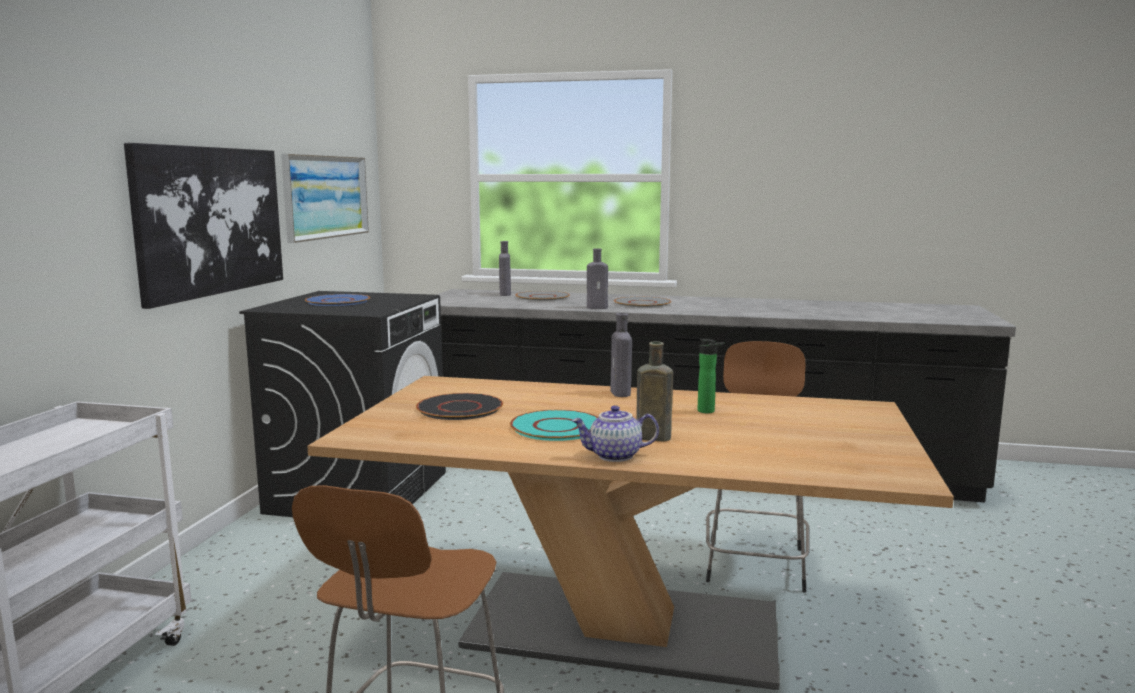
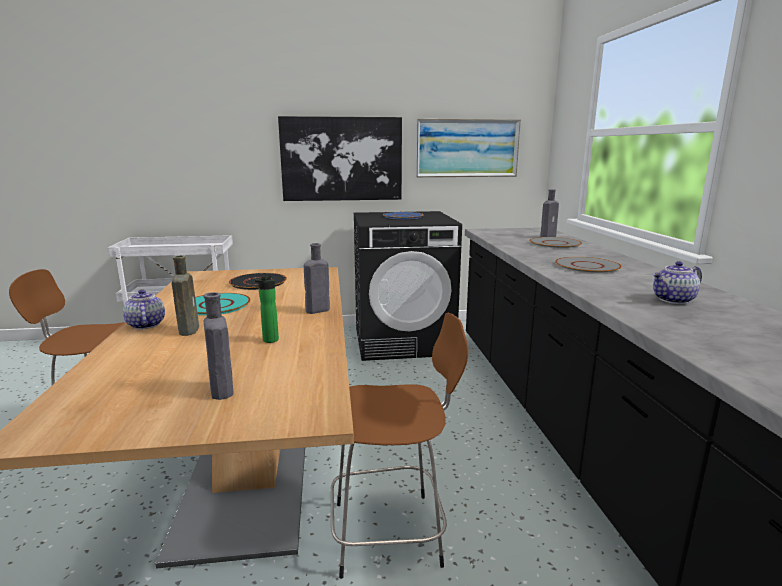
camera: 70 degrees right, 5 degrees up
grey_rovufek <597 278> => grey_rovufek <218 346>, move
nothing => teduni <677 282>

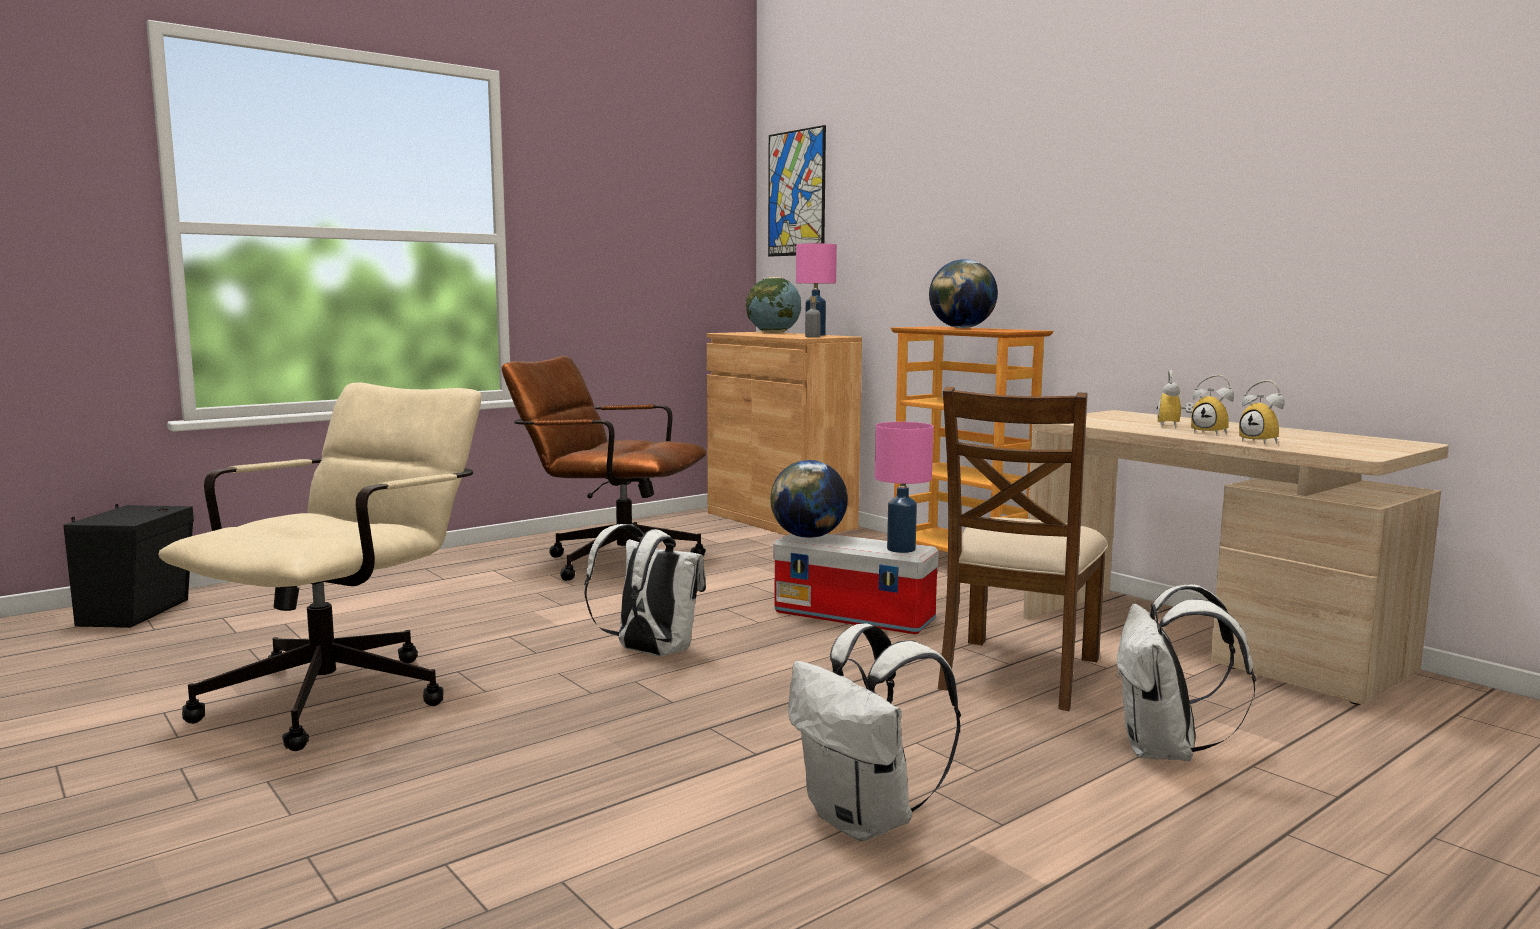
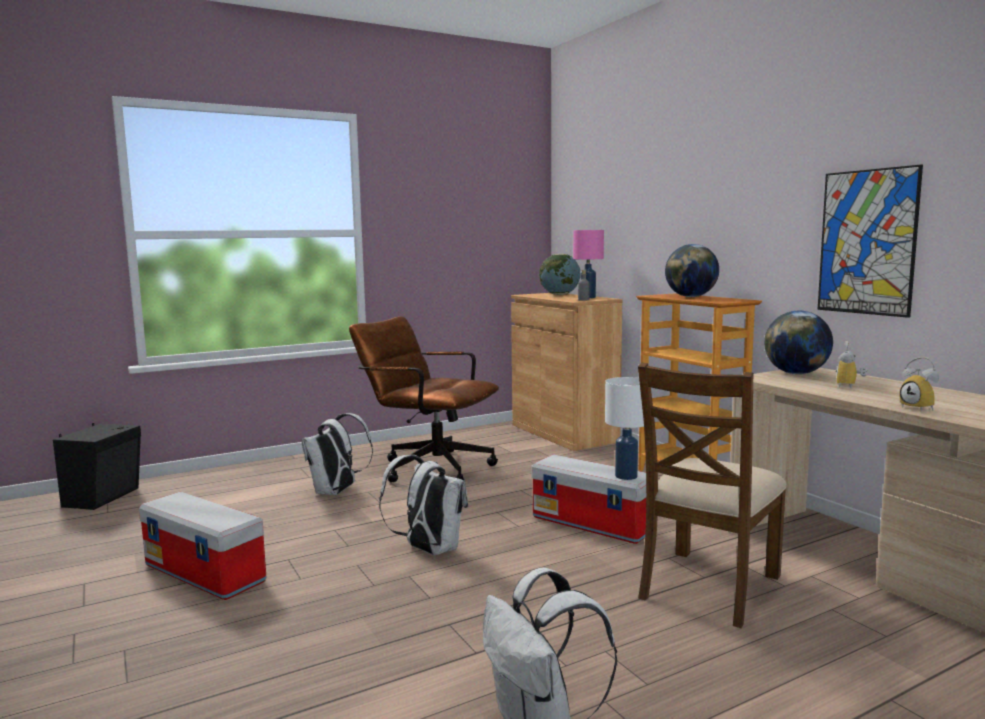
camera: 10 degrees right, 0 degrees up
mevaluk <797 191> => mevaluk <870 241>, move
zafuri <1212 405> => nothing
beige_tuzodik <319 567> => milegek <202 546>
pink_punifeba <904 487> => white_punifeba <624 428>
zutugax <809 499> => zutugax <798 342>, move
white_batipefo <1186 672> => white_batipefo <337 454>, move

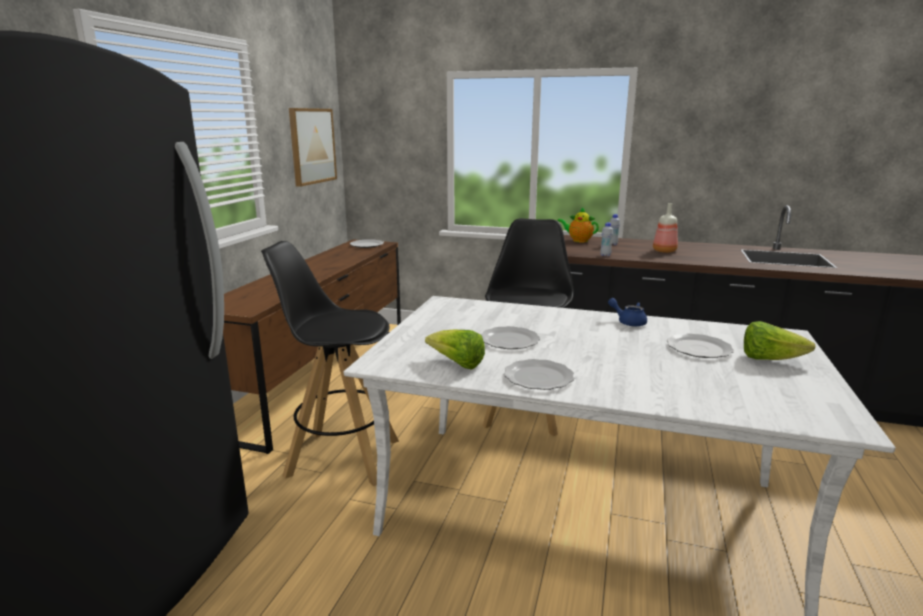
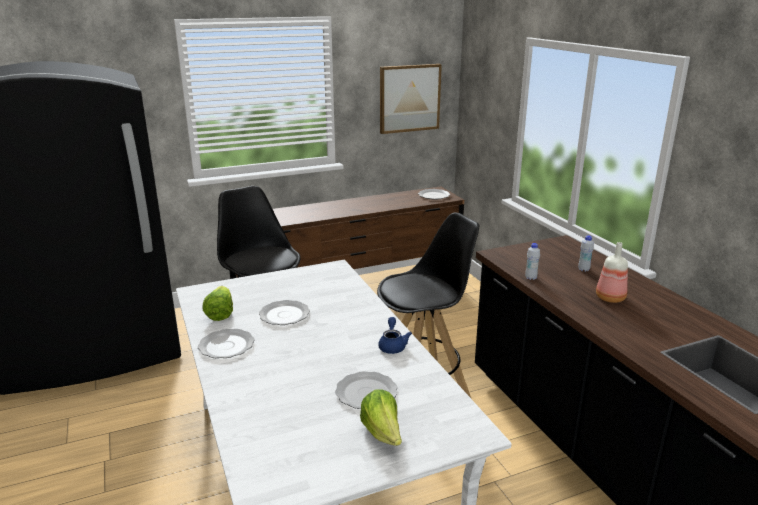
camera: 50 degrees right, 5 degrees up
teduni <578 224> => nothing

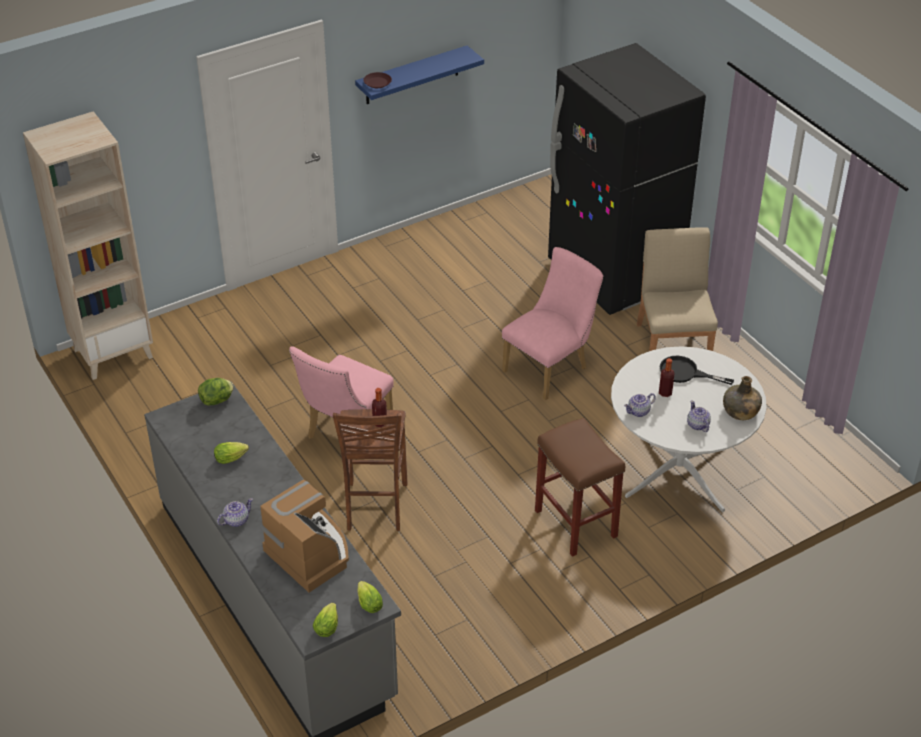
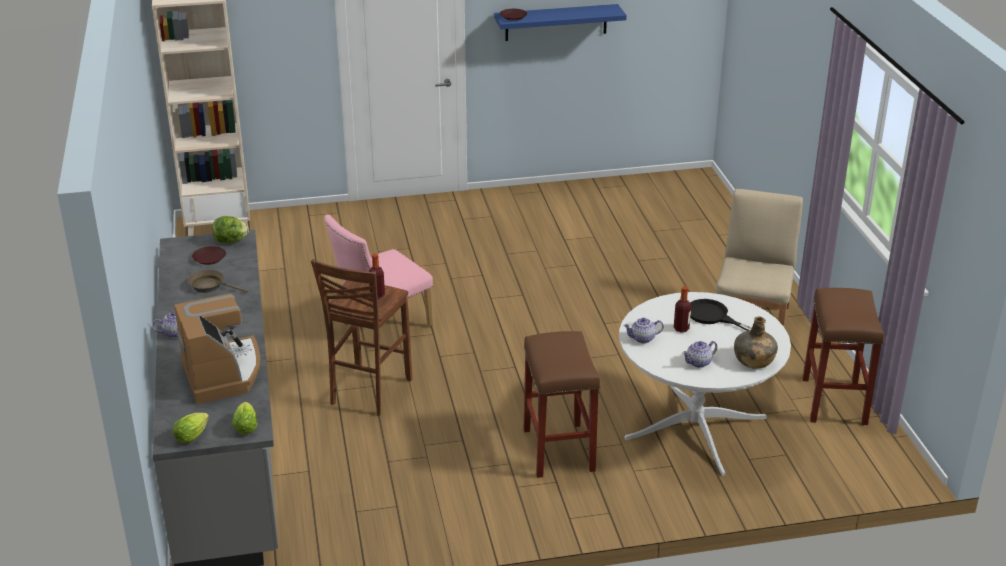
camera: 20 degrees right, 10 degrees down
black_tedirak <627 179> => nothing
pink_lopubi <553 323> => nothing
teduni <699 416> => teduni <700 354>, 120 degrees counterclockwise
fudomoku <231 453> => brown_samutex <218 281>
nothing => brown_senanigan <209 255>
nothing => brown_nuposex <843 356>

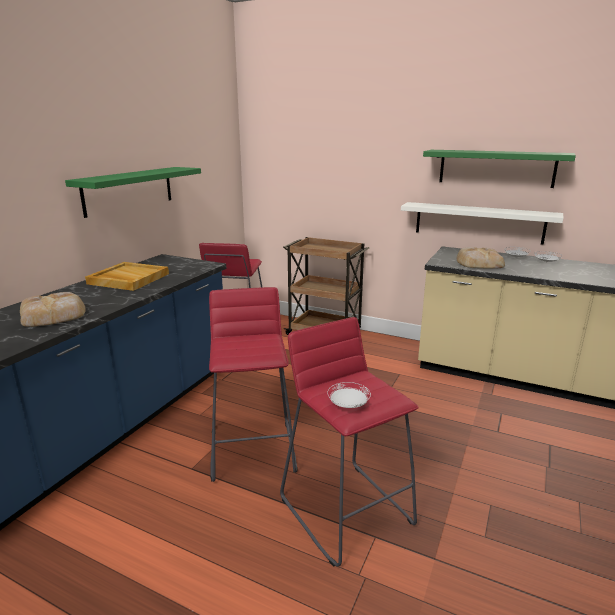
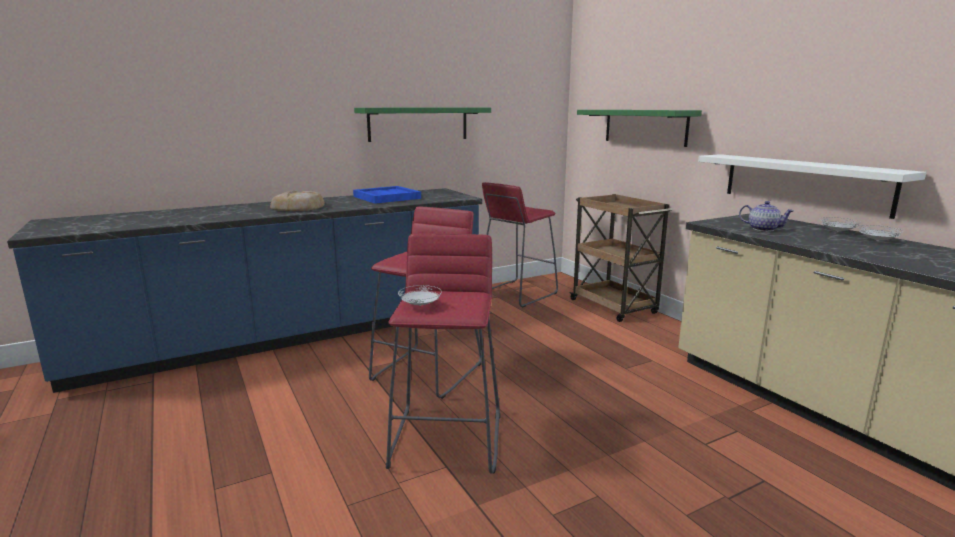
camera: 35 degrees right, 5 degrees down
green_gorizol <499 169> => green_gorizol <639 128>, move
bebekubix <481 258> => teduni <766 216>
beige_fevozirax <127 276> => blue_fevozirax <387 195>

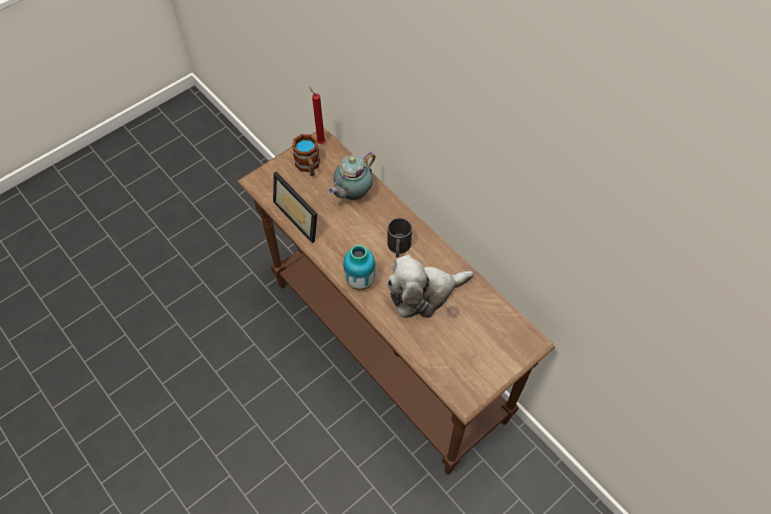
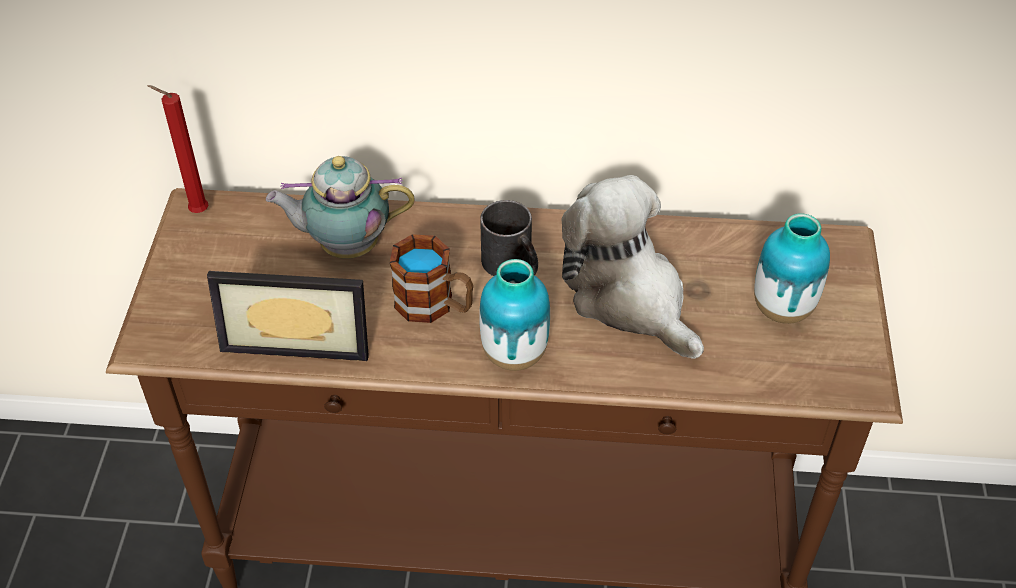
camera: 45 degrees left, 10 degrees down
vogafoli <306 155> => vogafoli <431 278>, move
teduni <351 175> => teduni <340 207>, 90 degrees clockwise
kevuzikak <430 286> => kevuzikak <632 267>, 120 degrees clockwise
nothing => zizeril <792 268>

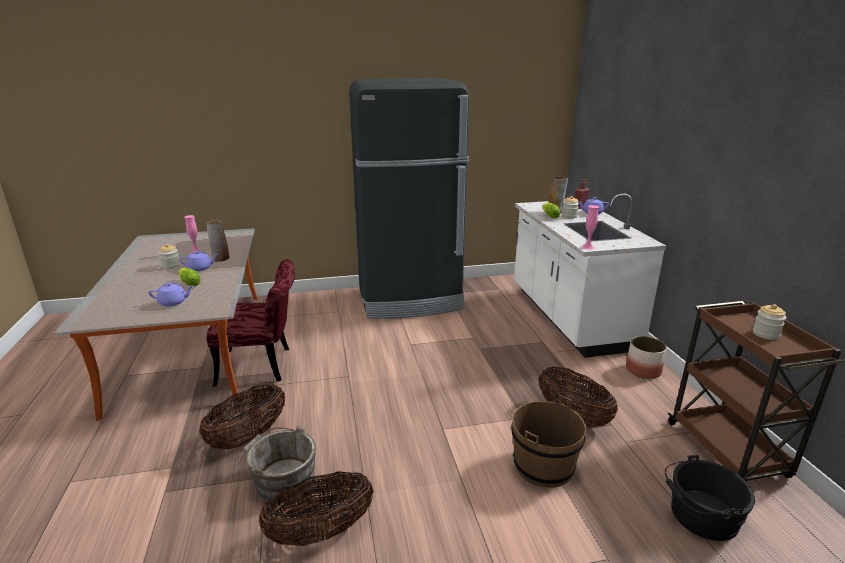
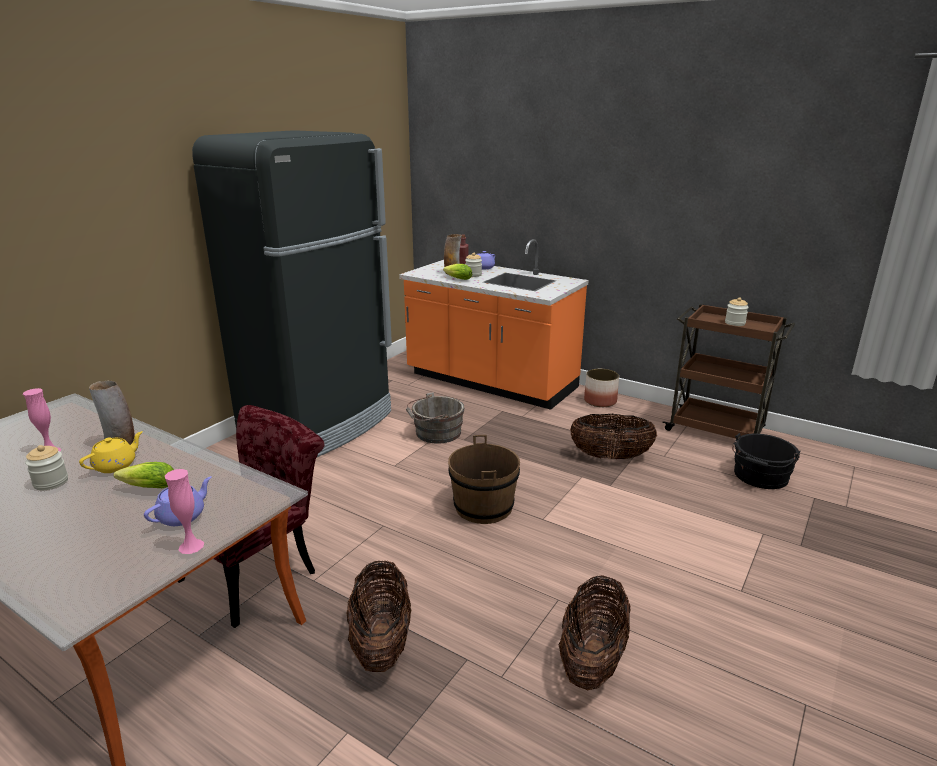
camera: 45 degrees left, 0 degrees up
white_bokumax <590 275> => orange_bokumax <494 324>
pink_zizeril <590 227> => pink_zizeril <184 511>, move
purple_teduni <198 261> => yellow_teduni <111 452>
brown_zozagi <549 441> => brown_zozagi <484 479>, move
grey_zozagi <277 463> => grey_zozagi <435 417>, move

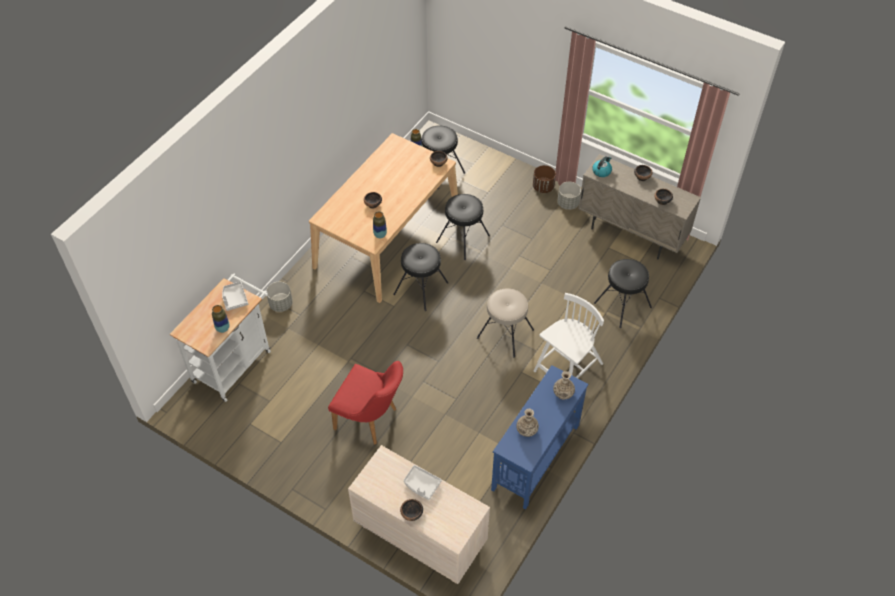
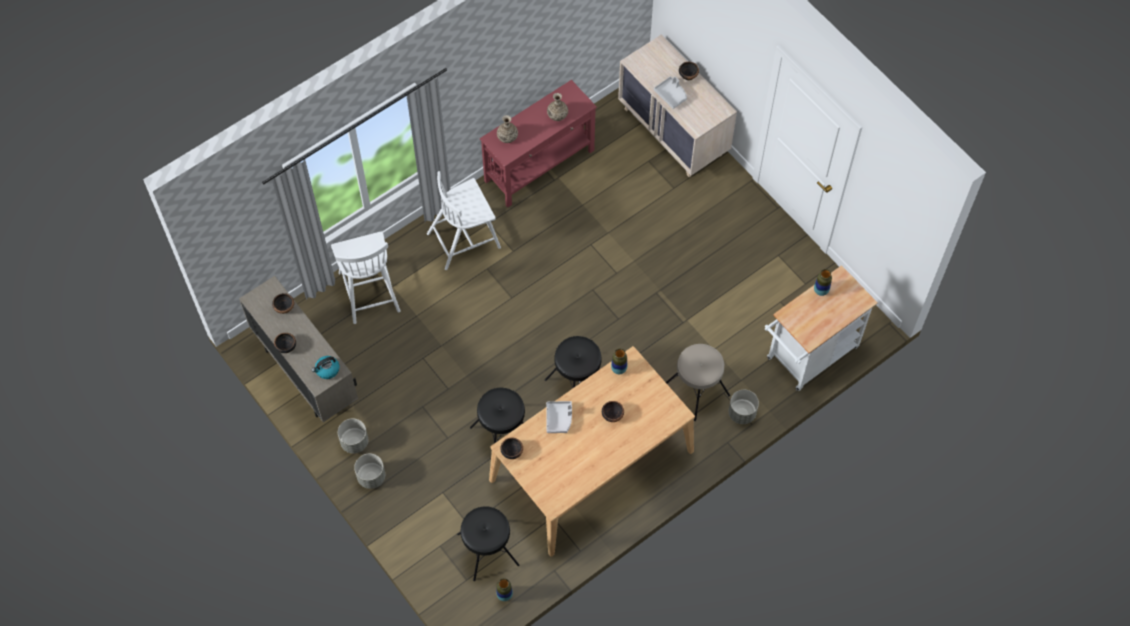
camera: 160 degrees left, 10 degrees up
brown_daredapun <544 179> => grey_daredapun <369 471>
black_nuposex <623 293> => white_lopubi <366 277>
grey_fevozirax <235 296> => grey_fevozirax <559 417>, move
beige_nuposex <505 323> => beige_nuposex <698 382>, move
red_lopubi <365 403> => nothing
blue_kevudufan <539 437> => red_kevudufan <538 144>

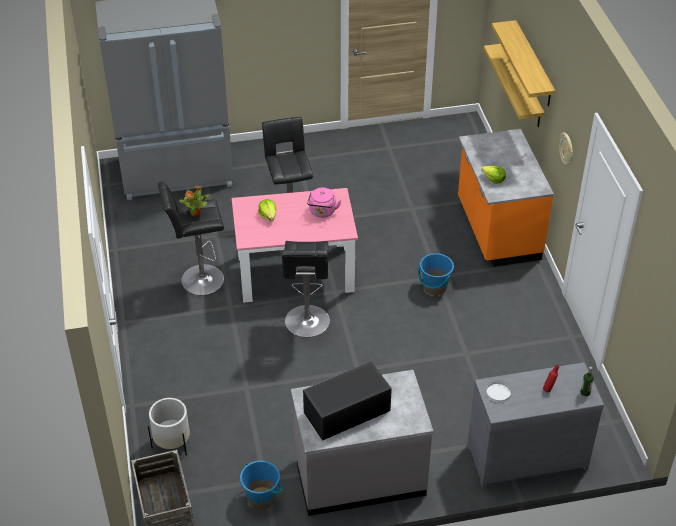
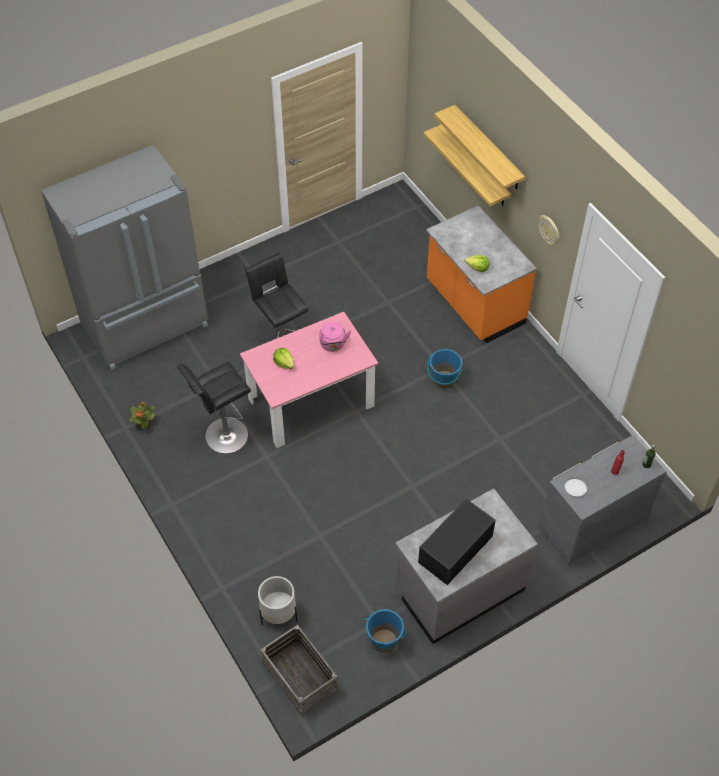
camera: 20 degrees left, 10 degrees up
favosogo <194 201> => favosogo <142 415>, move
black_nuposex <306 289> => nothing

